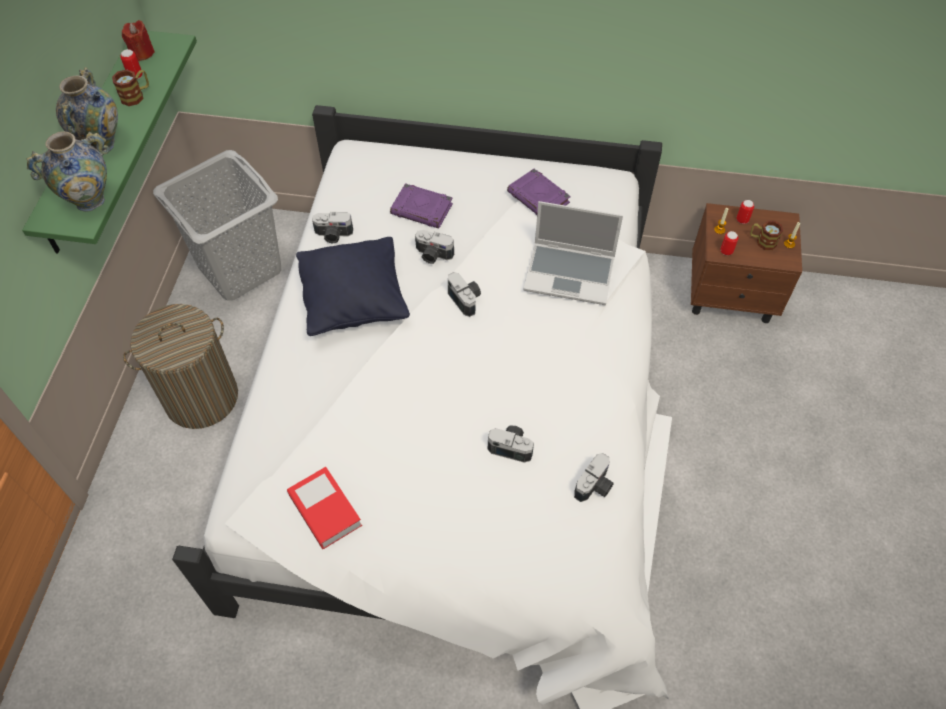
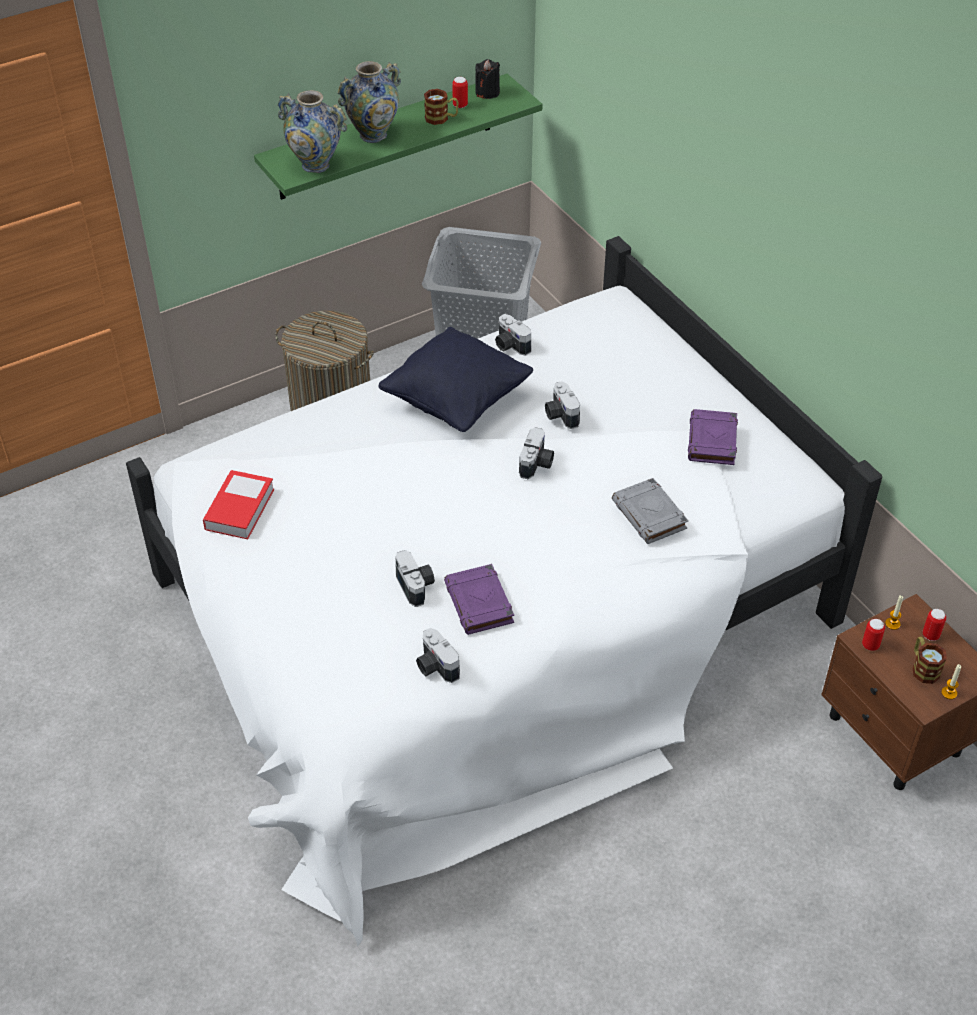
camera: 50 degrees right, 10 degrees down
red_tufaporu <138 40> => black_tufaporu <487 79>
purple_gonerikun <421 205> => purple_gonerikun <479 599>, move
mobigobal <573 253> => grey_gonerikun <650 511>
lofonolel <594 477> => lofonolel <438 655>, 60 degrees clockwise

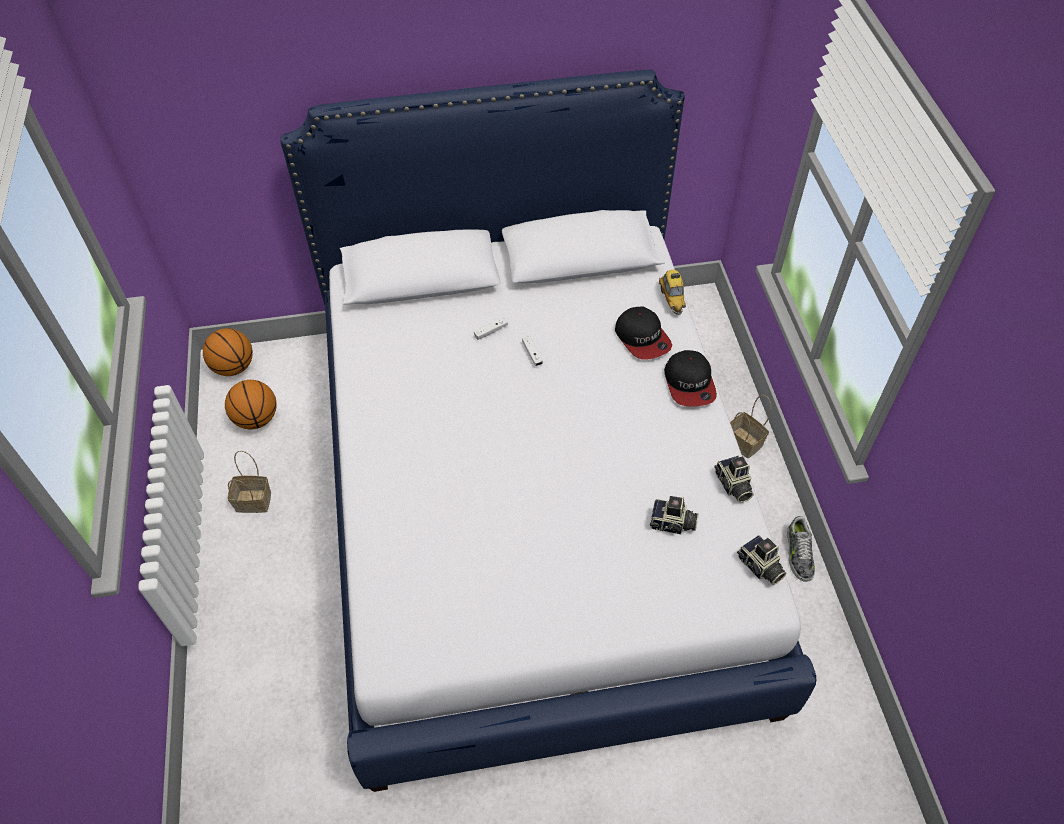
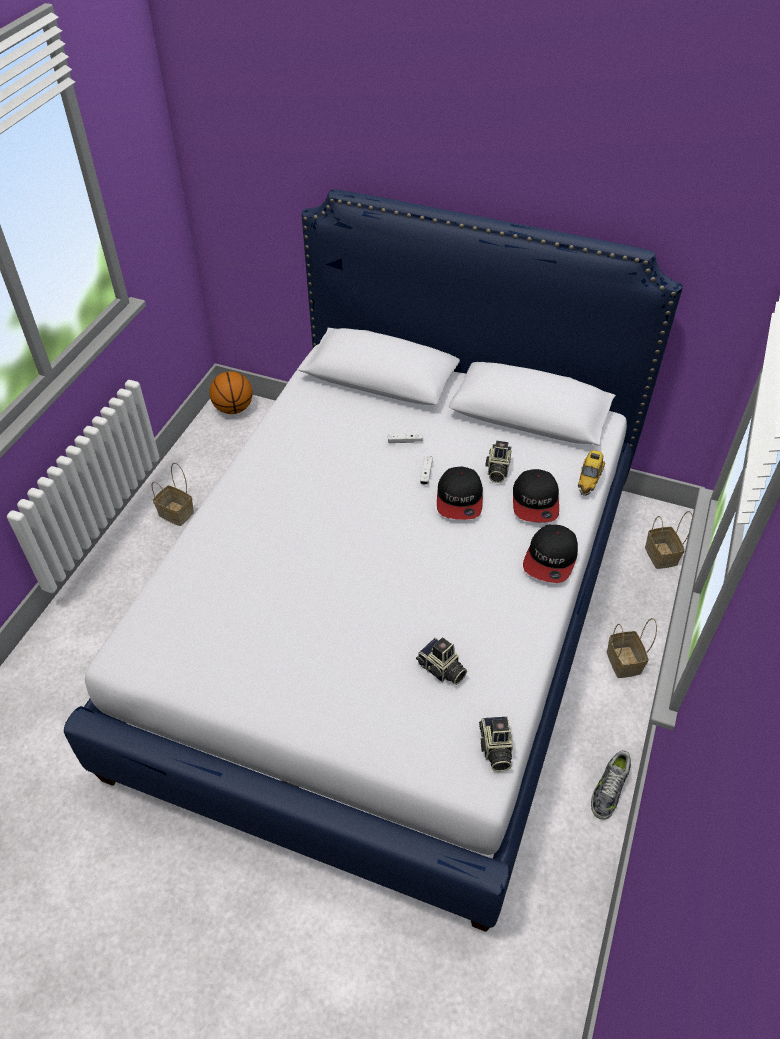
camera: 30 degrees right, 5 degrees down
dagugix <251 404> => nothing
lofonolel <734 479> => lofonolel <498 462>, move
nothing => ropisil <460 493>
nothing => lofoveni <669 540>

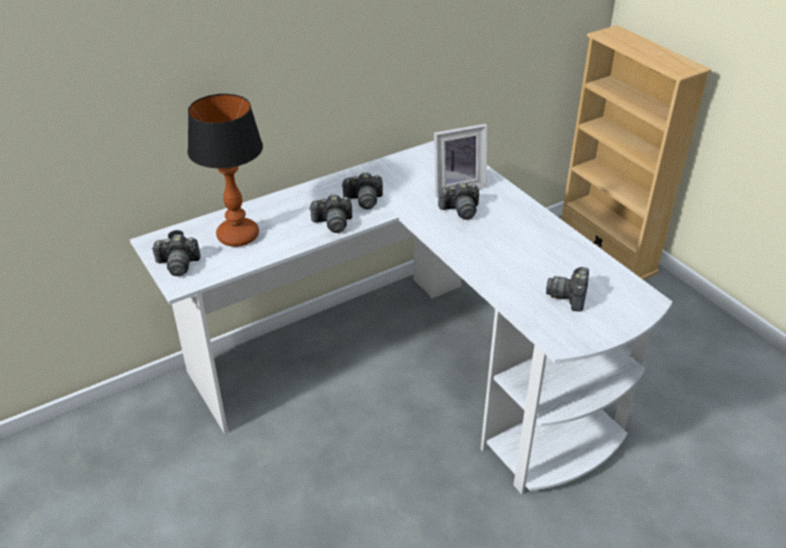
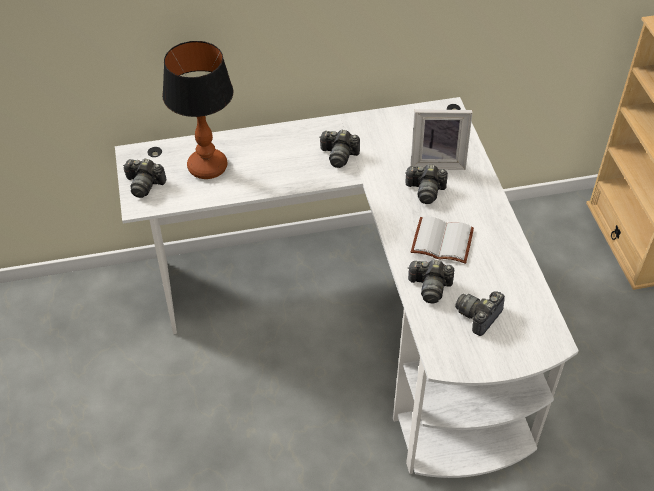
camera: 20 degrees right, 10 degrees up
lofonolel <330 213> => lofonolel <431 281>, move
nothing => white_gonerikun <442 240>

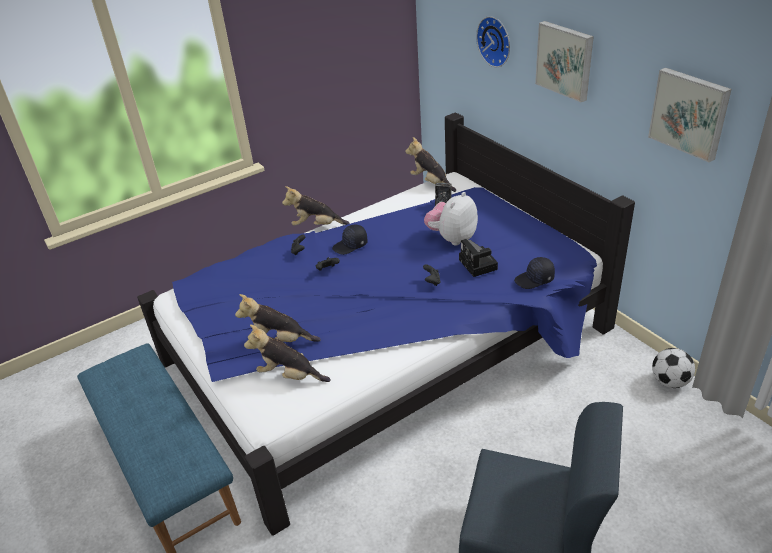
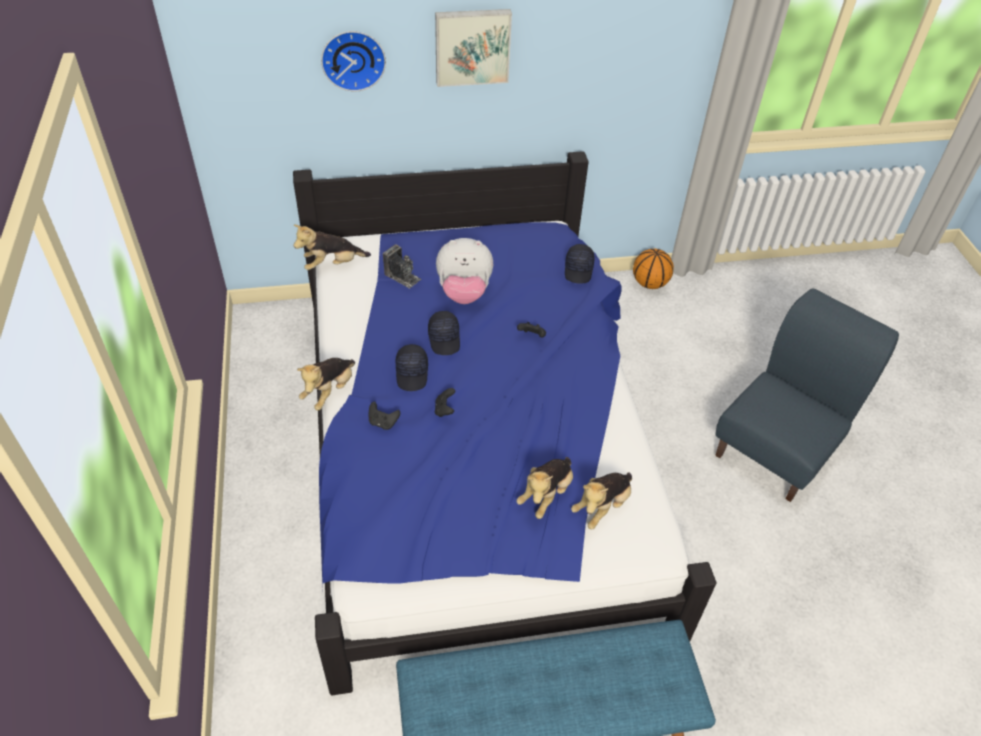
camera: 70 degrees left, 10 degrees up
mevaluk <689 115> => nothing
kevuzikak <451 218> => kevuzikak <464 271>, 60 degrees counterclockwise
lofonolel <478 258> => nothing
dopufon <673 368> => dagugix <653 269>
nothing => black_ropisil <444 333>

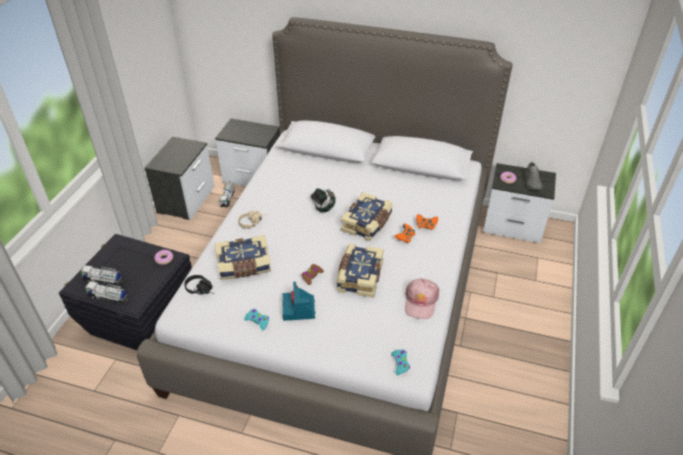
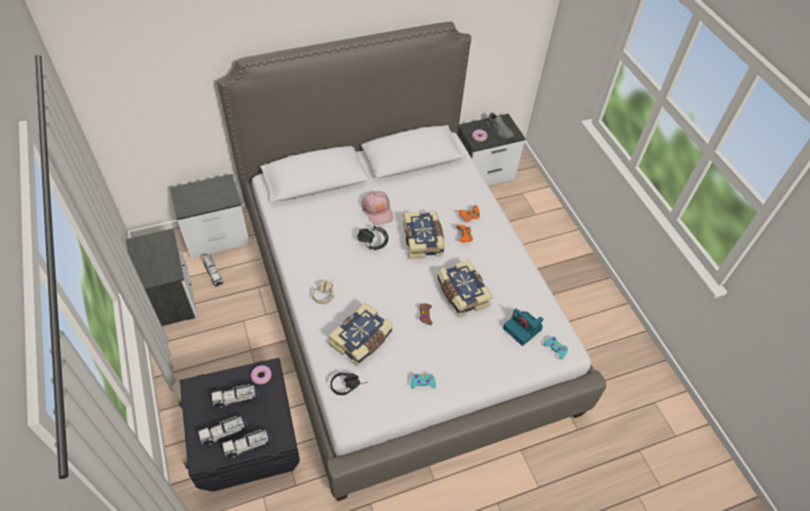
camera: 40 degrees left, 10 degrees up
pink_ropisil <422 299> => pink_ropisil <378 208>, move
lofonolel <298 301> => lofonolel <523 327>, move
nothing => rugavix <235 396>

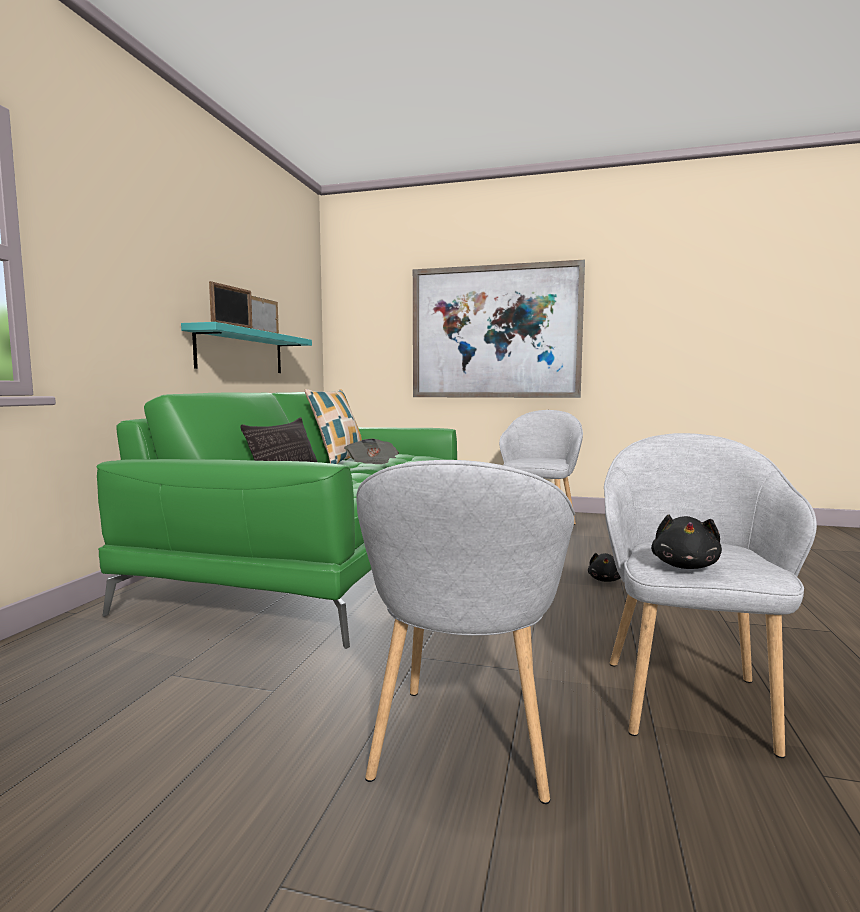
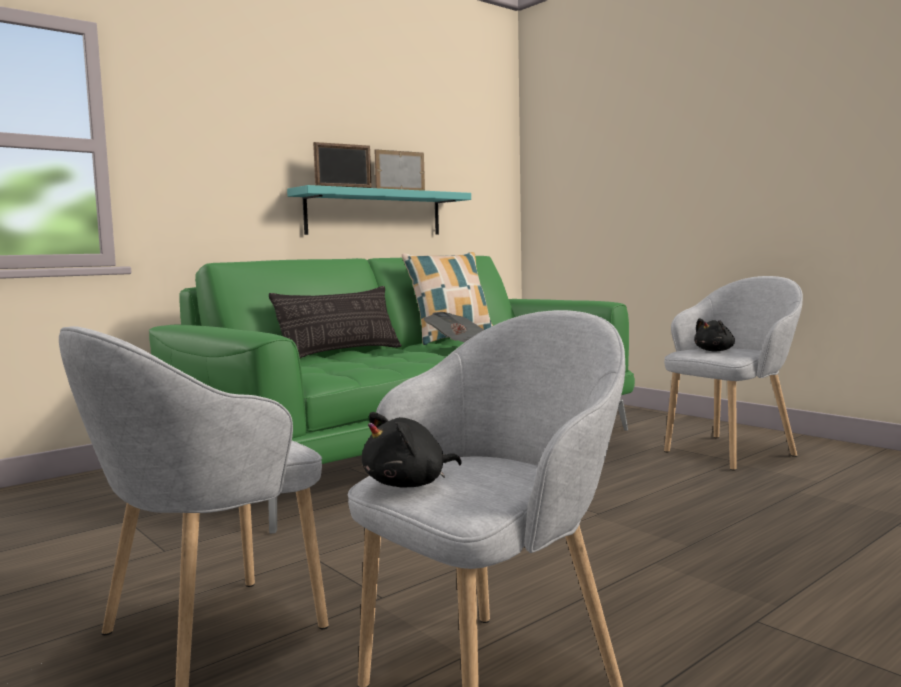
camera: 35 degrees right, 0 degrees up
mevaluk <499 329> => nothing
black_kevuzikak <604 567> => black_kevuzikak <714 334>, move

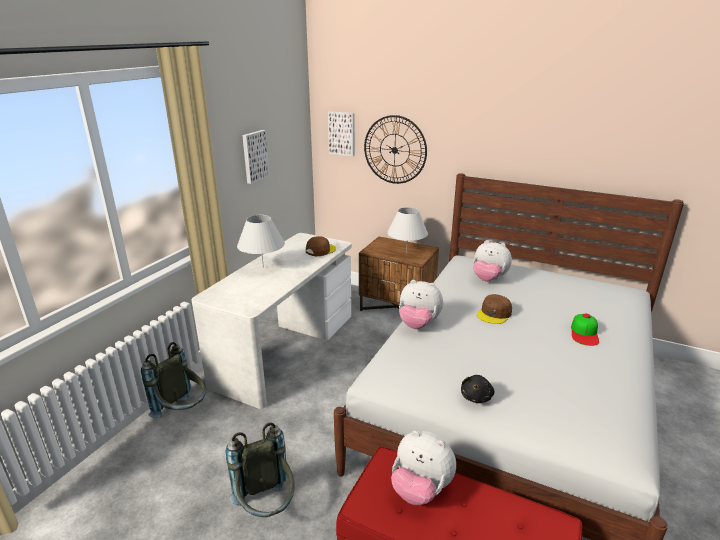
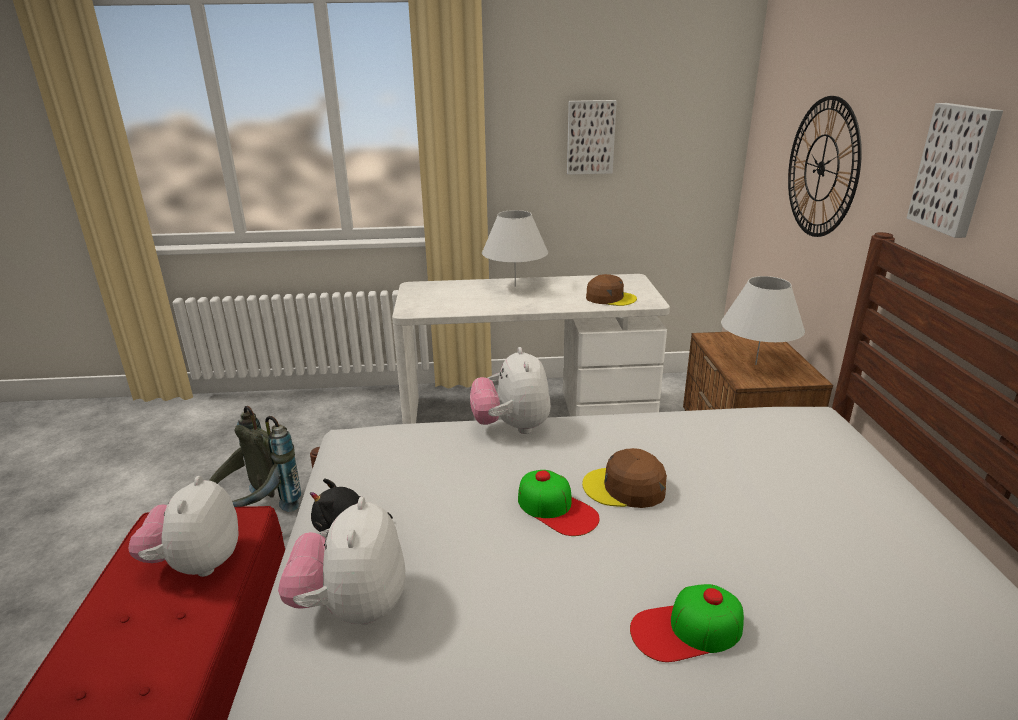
camera: 60 degrees right, 0 degrees up
mevaluk <341 134> => mevaluk <954 170>, move
kevuzikak <492 260> => kevuzikak <341 561>, move
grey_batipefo <173 380> => nothing
nothing => ropisil <559 503>

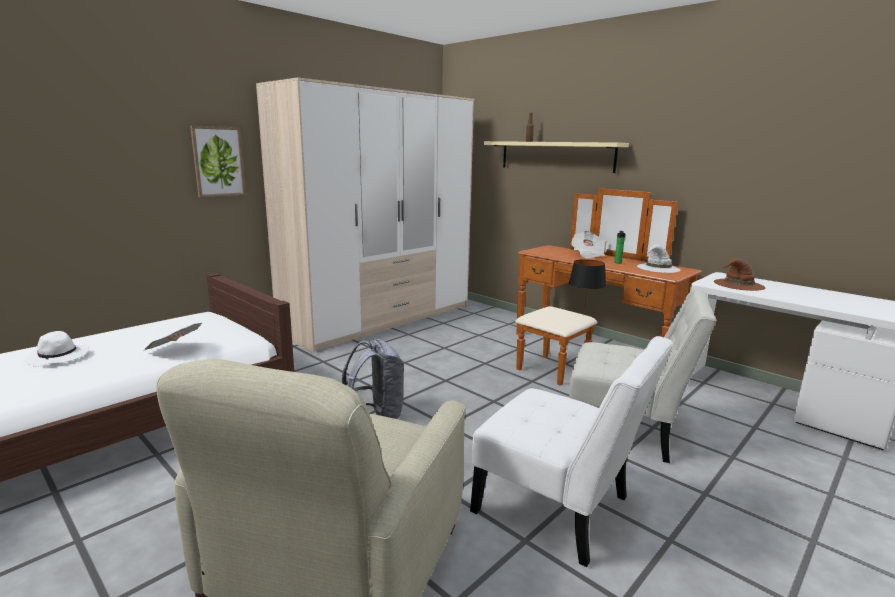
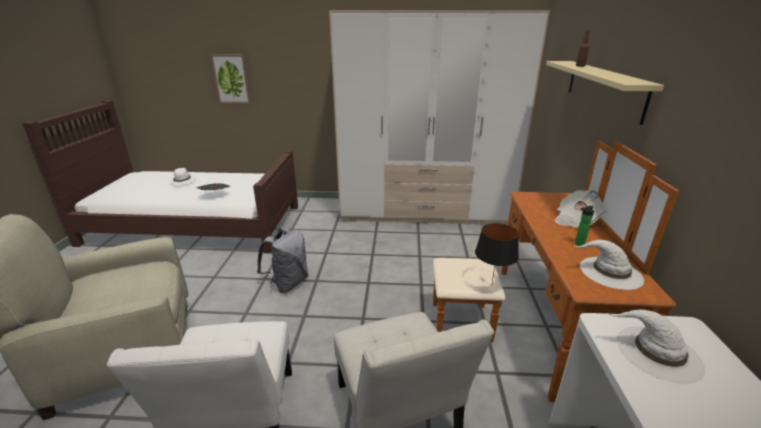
camera: 50 degrees right, 10 degrees up
mevaluk <218 161> => mevaluk <230 79>, move
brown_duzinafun <739 274> => white_duzinafun <656 347>

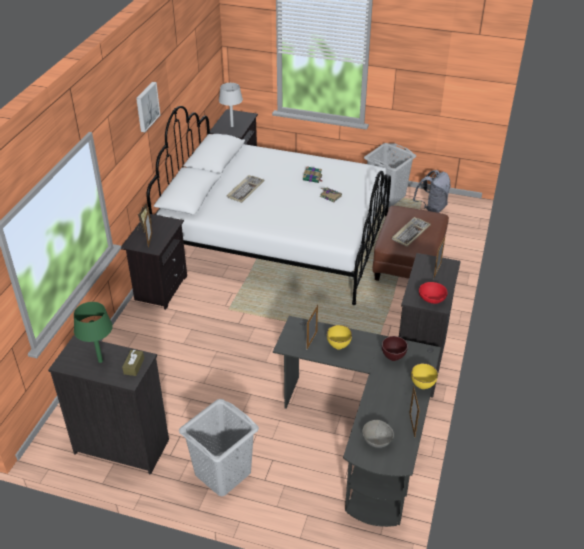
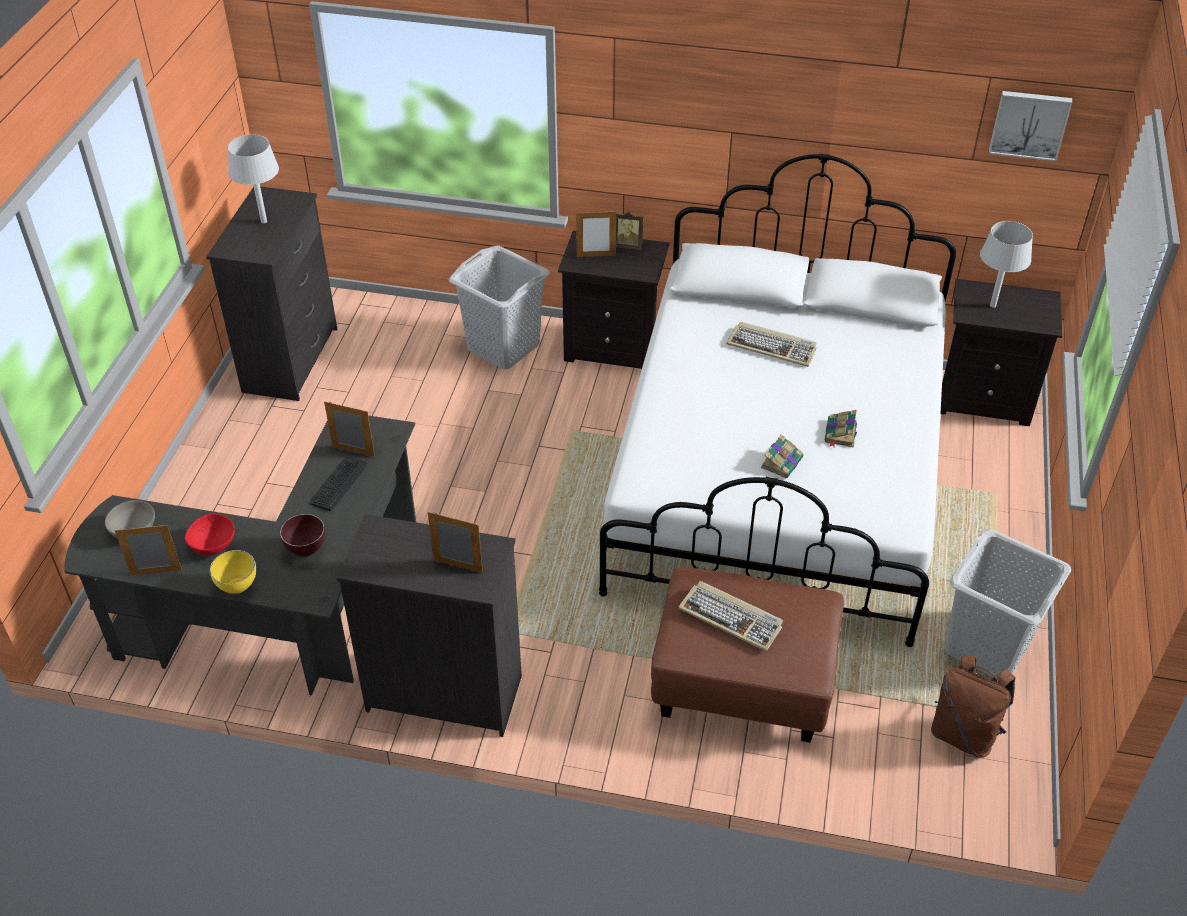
camera: 85 degrees right, 5 degrees up
mevaluk <148 107> => mevaluk <1030 126>, move
grey_batipefo <432 191> => brown_batipefo <973 706>
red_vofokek <433 293> => red_vofokek <210 534>, move
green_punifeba <93 332> => grey_punifeba <253 178>
yellow_vofokek <339 337> => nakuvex <338 484>
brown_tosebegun <133 363> => nothing
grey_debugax <219 447> => grey_debugax <499 307>, move

